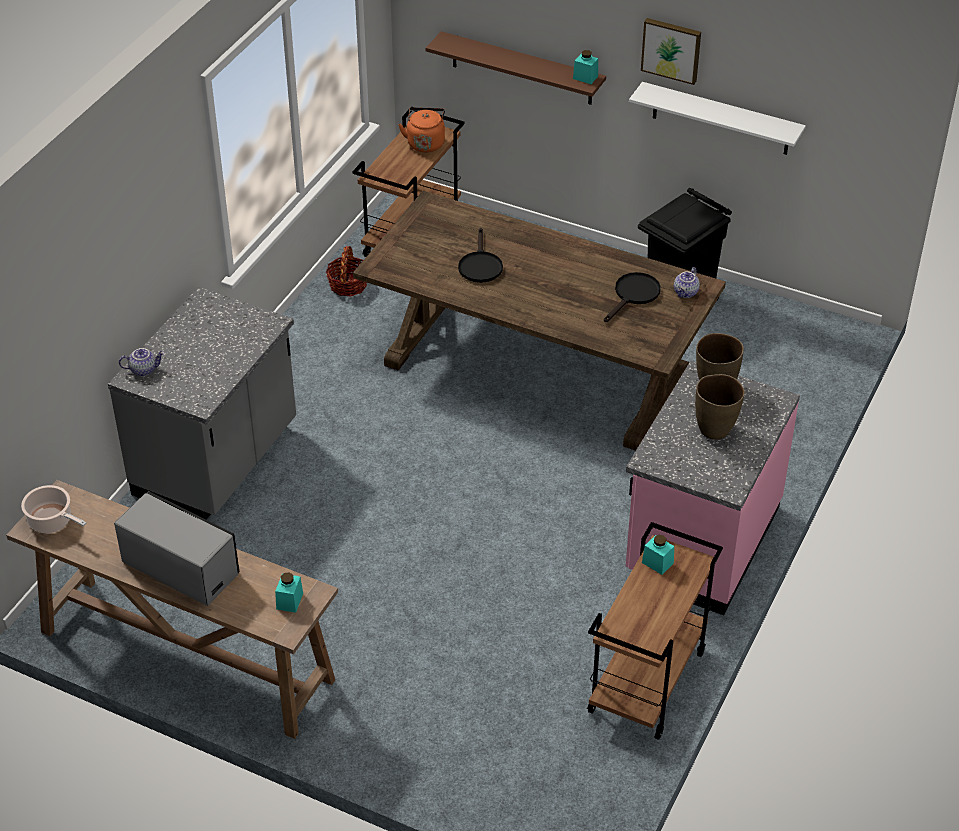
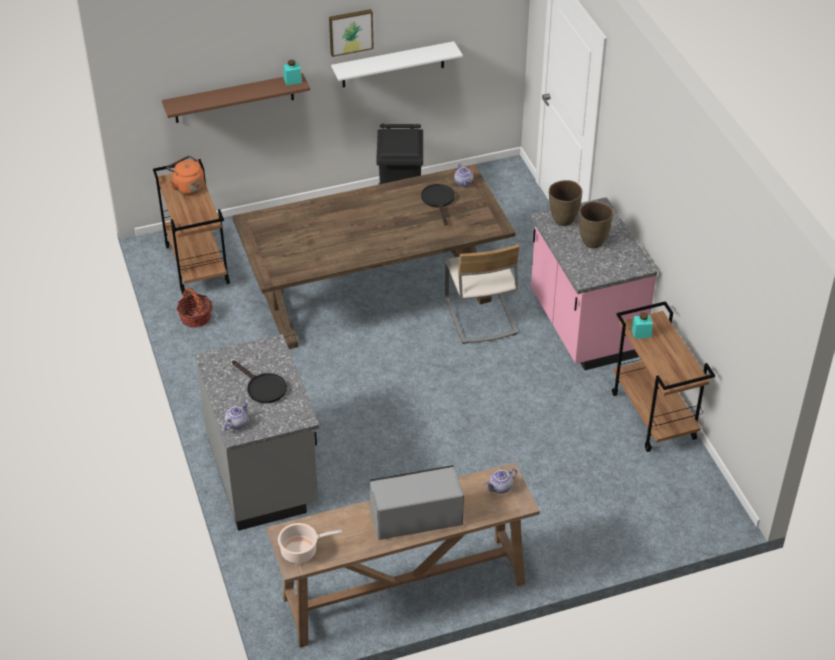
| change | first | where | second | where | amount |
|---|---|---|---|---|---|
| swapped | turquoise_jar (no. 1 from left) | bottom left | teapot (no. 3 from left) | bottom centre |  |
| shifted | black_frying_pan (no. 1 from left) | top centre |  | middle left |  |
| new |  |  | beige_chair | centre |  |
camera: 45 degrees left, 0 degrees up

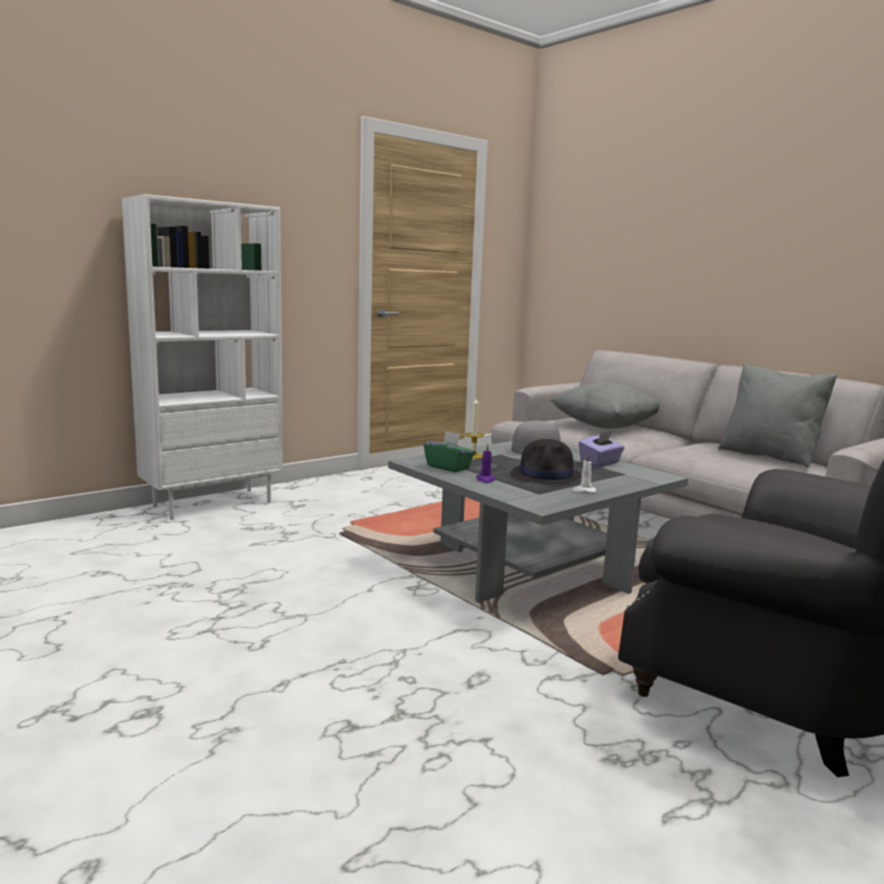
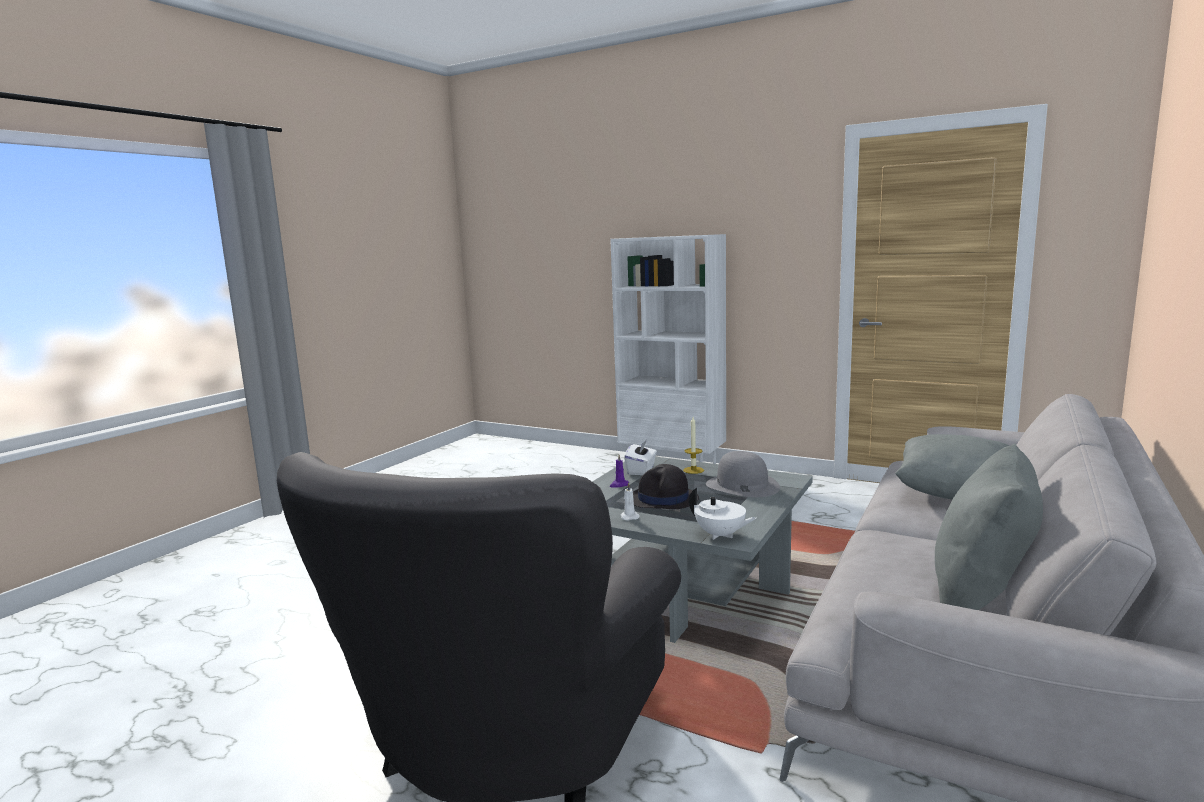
| change | first | where | second | where | amount |
|---|---|---|---|---|---|
| repainted | green_tissue_box | centre | white_tissue_box | centre |  |
| gone | purple_tissue_box | middle right |  |  |  |
| new |  |  | white_teapot | centre |  |
camera: 70 degrees right, 0 degrees up

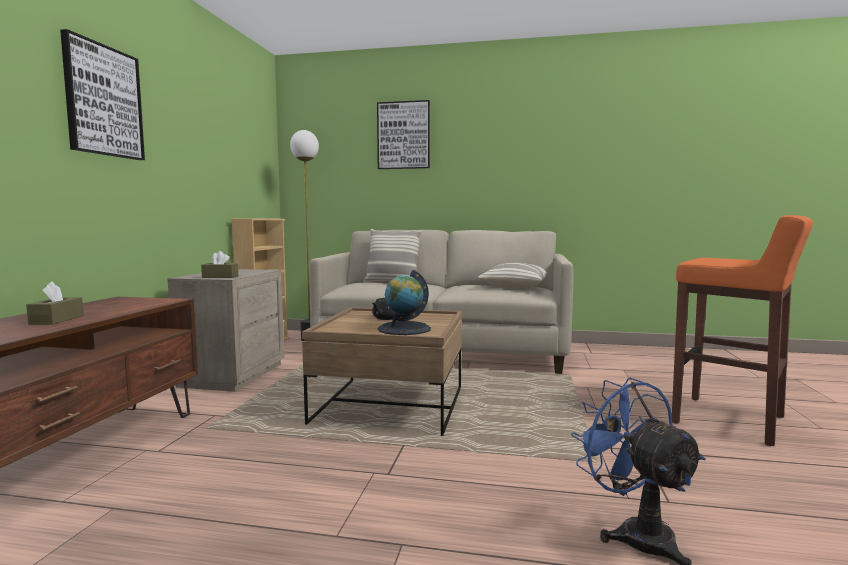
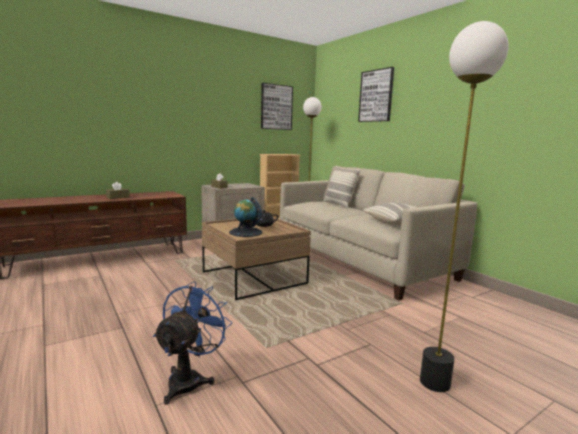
| change | first | where | second | where | amount |
|---|---|---|---|---|---|
| shifted | picture (no. 1 from left) | top left |  | top centre |  |
| swapped | orange_stool | middle right | floor_lamp (no. 2 from left) | middle right |  |
camera: 45 degrees right, 5 degrees up

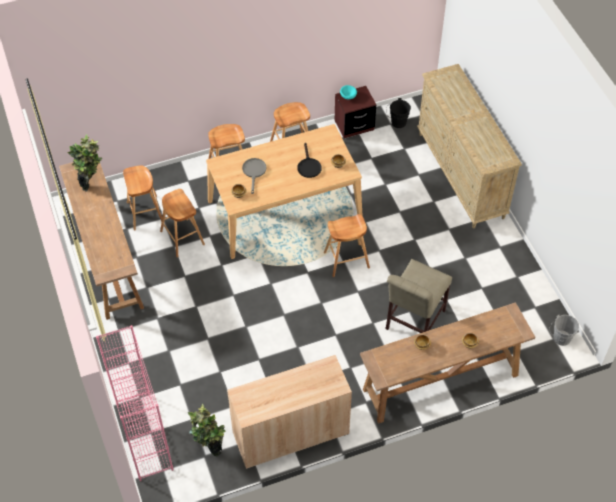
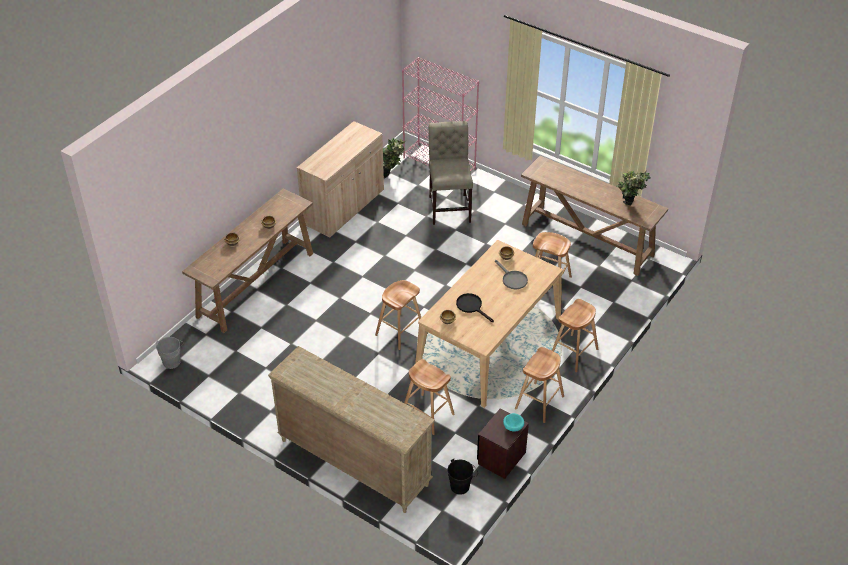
| change | first | where | second | where | amount |
|---|---|---|---|---|---|
| shifted | brown_stool (no. 1 from left in the first image) | middle left | brown_stool (no. 2 from left) | bottom centre |  |
| shifted | beige_chair | middle right |  | top centre |  |
camera: 145 degrees right, 10 degrees down

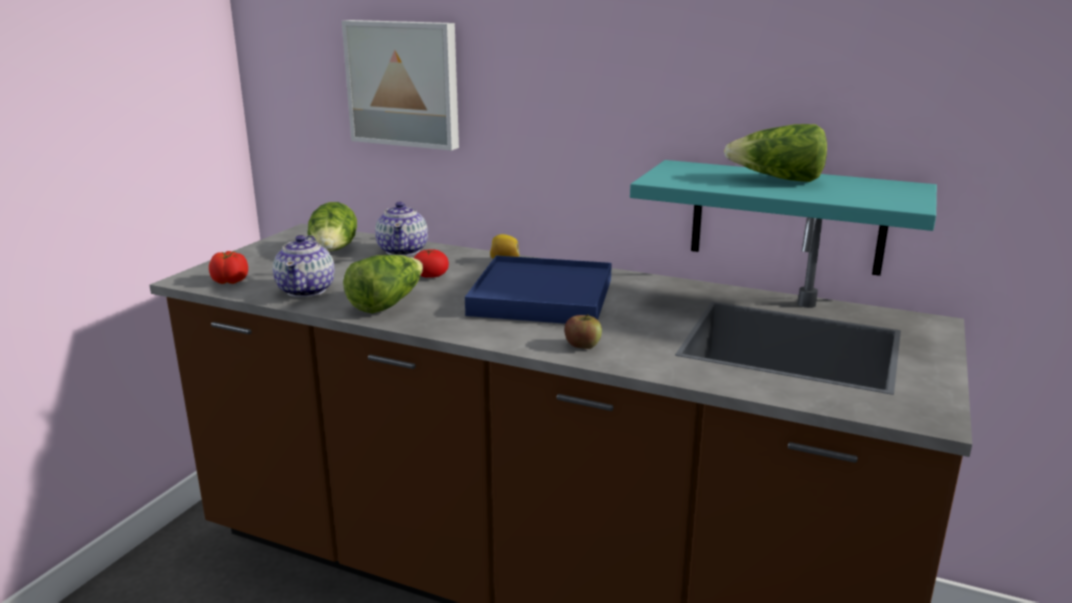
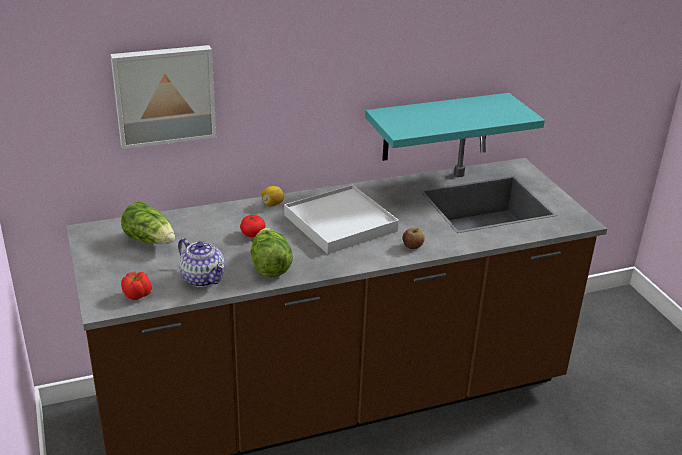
| change | first | where | second | where | amount |
|---|---|---|---|---|---|
| gone | teapot (no. 2 from left) | centre |  |  |  |
| repainted | blue_tray | centre | white_tray | centre |  |
| gone | lettuce (no. 3 from left) | top right |  |  |  |
camera: 45 degrees left, 10 degrees up

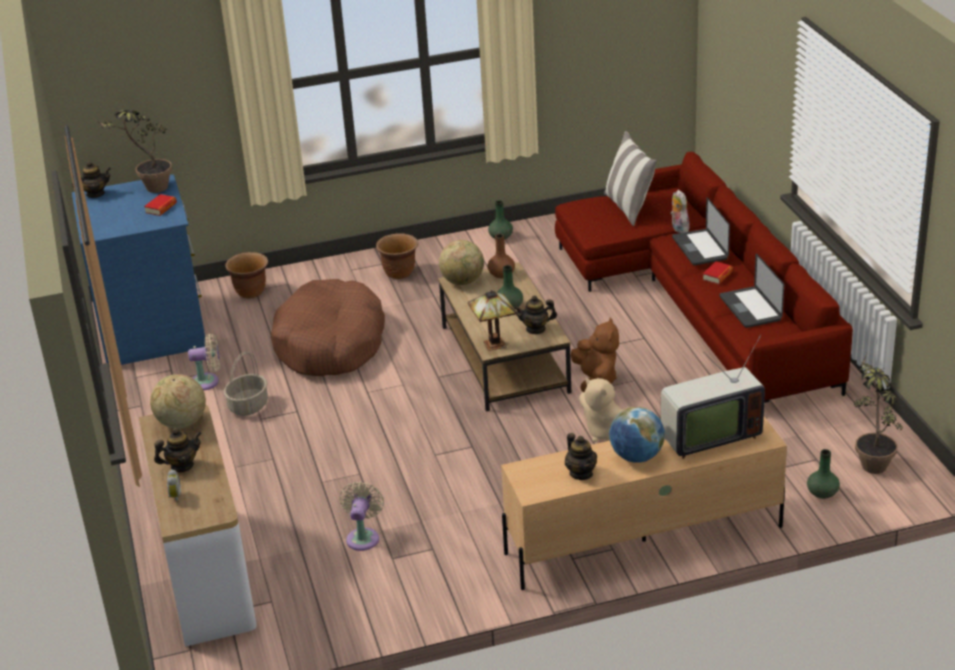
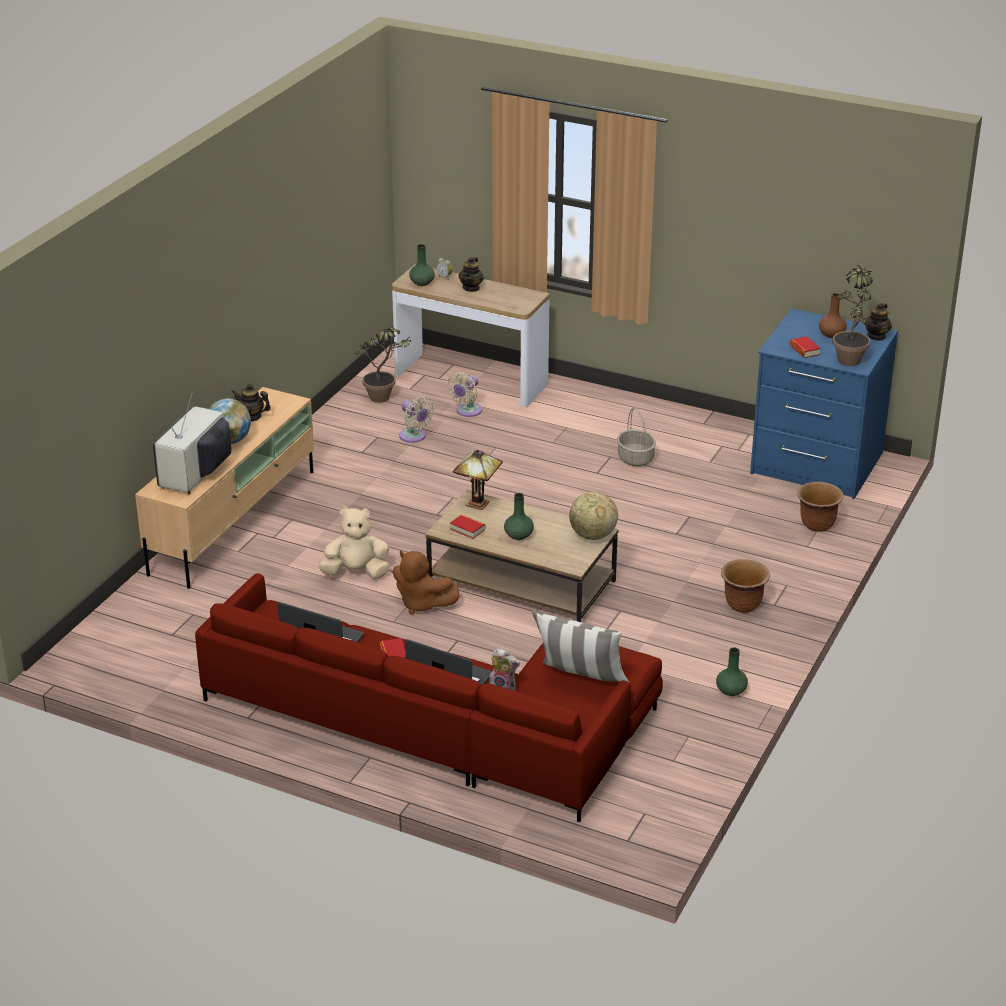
| change | first | where | second | where | amount |
|---|---|---|---|---|---|
| gone | globe (no. 1 from left) | middle left |  |  |  |
| shifted | beige_fan (no. 1 from left in the first image) | middle left | beige_fan (no. 2 from left) | centre |  |
| gone | brown_dog_bed | centre |  |  |  |
| shifted | brown_vase | centre |  | top right |  |
| swapped | teapot (no. 3 from left) | centre | book (no. 2 from left) | centre |  |
| shifted | green_vase (no. 3 from left in the first image) | bottom right | green_vase (no. 1 from left) | top centre |  |
| shifted | potted_plant (no. 2 from left in the first image) | middle right | potted_plant (no. 1 from left) | centre |  |
camera: 130 degrees right, 0 degrees up

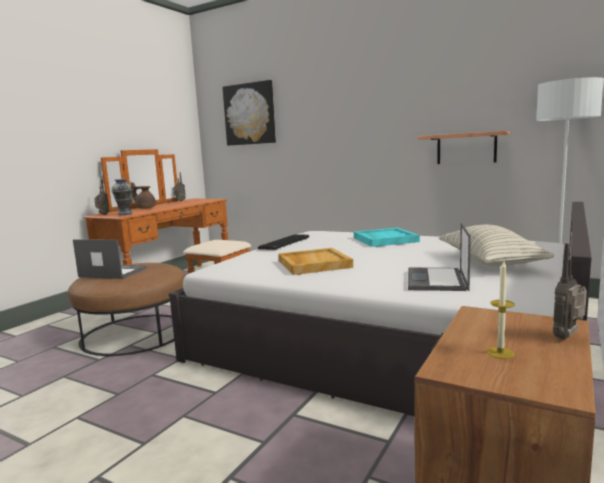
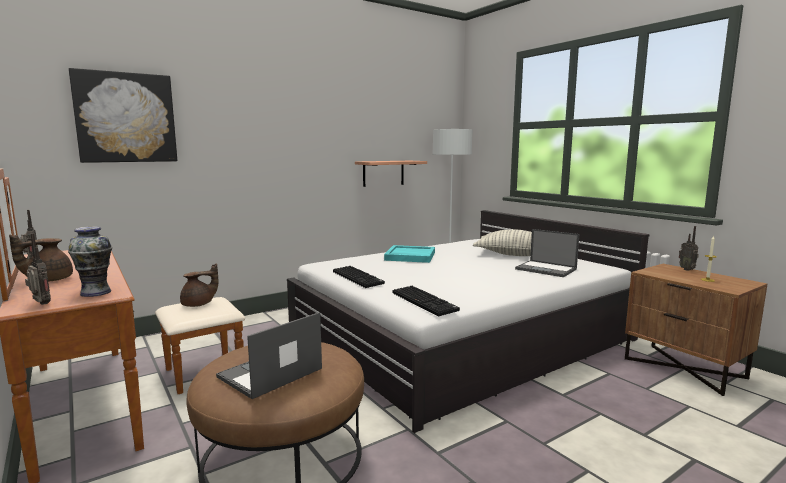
| change | first | where | second | where | amount |
|---|---|---|---|---|---|
| gone | beige_tray | centre |  |  |  |
| new |  |  | brown_teapot (no. 2 from left) | middle left |  |
| new |  |  | keyboard (no. 2 from left) | centre |  |
camera: 65 degrees left, 0 degrees up

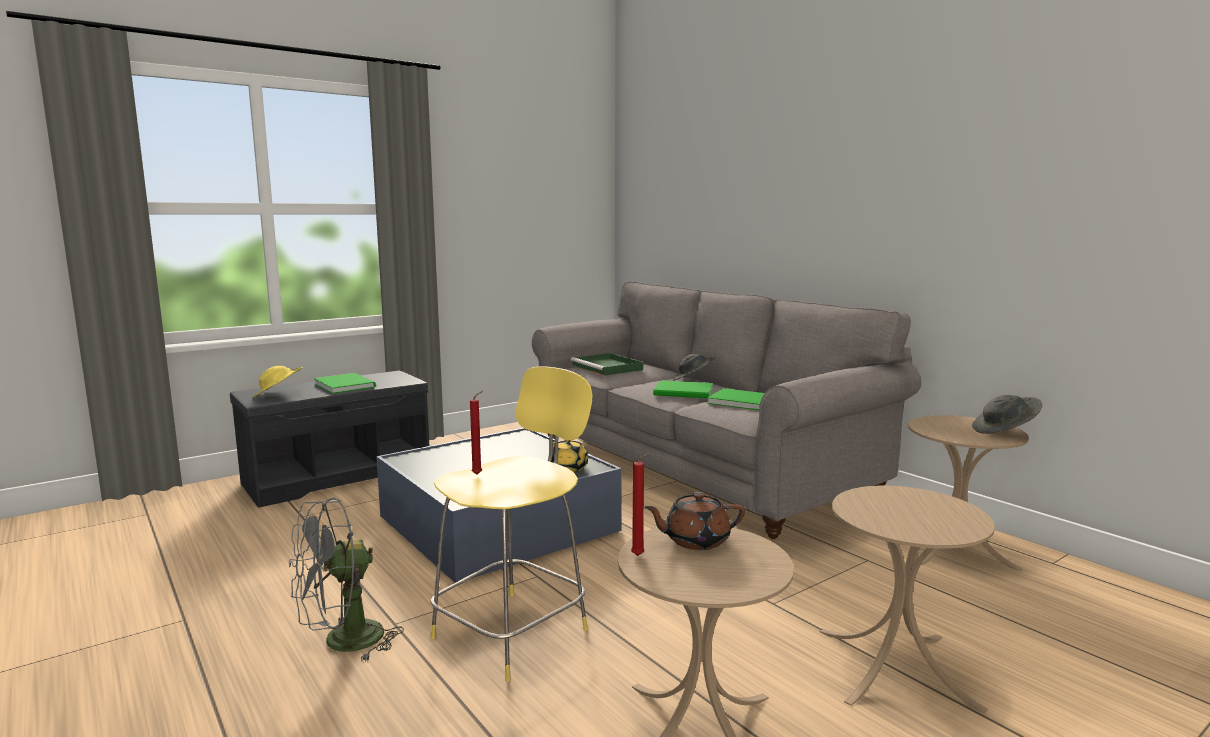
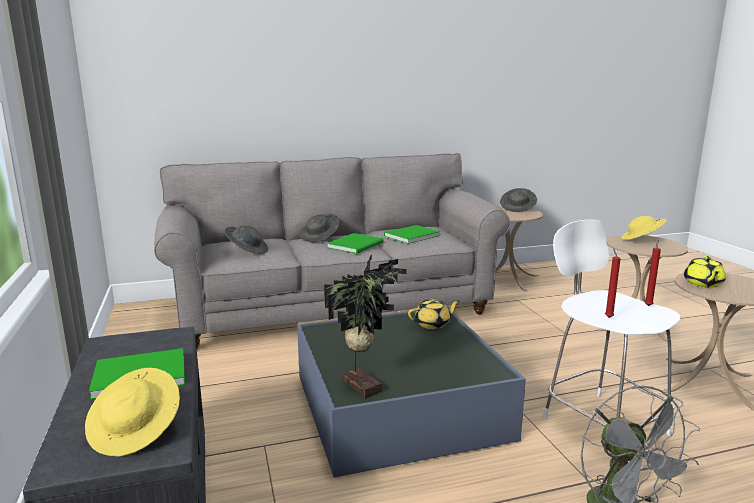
| change | first | where | second | where | amount |
|---|---|---|---|---|---|
| repainted | yellow_stool | bottom centre | white_stool | middle right |  |
| swapped | green_tray | centre | grey_hat (no. 1 from left) | middle left |  |
| shifted | red_candle (no. 2 from left) | bottom centre |  | middle right |  |
| repainted | brown_teapot | bottom centre | yellow_teapot (no. 2 from left) | middle right |  |
| new |  |  | potted_plant | centre |  |
| new |  |  | yellow_hat (no. 2 from left) | middle right |  |
camera: 70 degrees left, 5 degrees up

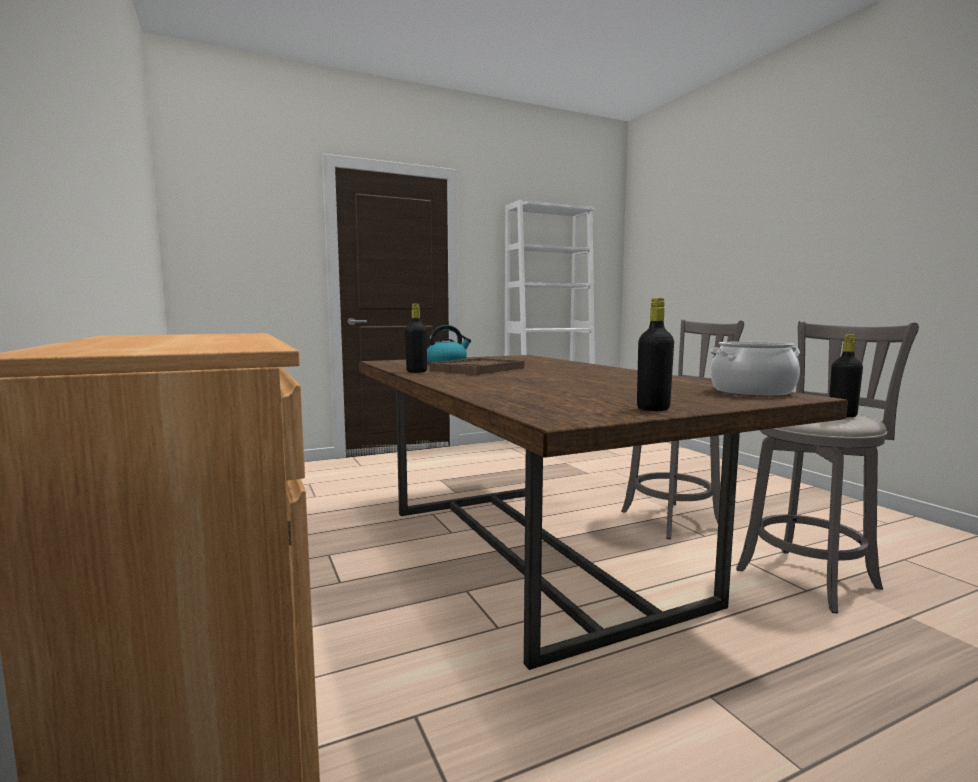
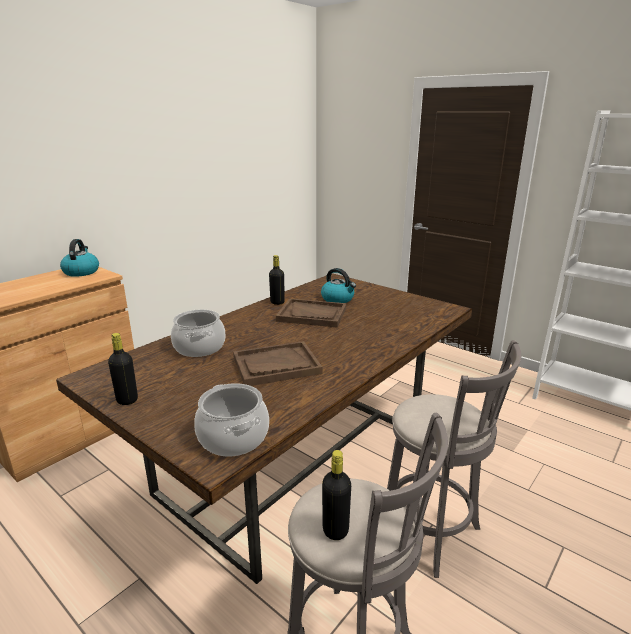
| change | first | where | second | where | amount |
|---|---|---|---|---|---|
| new |  |  | kettle (no. 1 from left) | middle left |  |
| new |  |  | cooking_pot (no. 1 from left) | middle left |  |
| new |  |  | brown_tray (no. 1 from left) | centre |  |
camera: 65 degrees right, 15 degrees up

